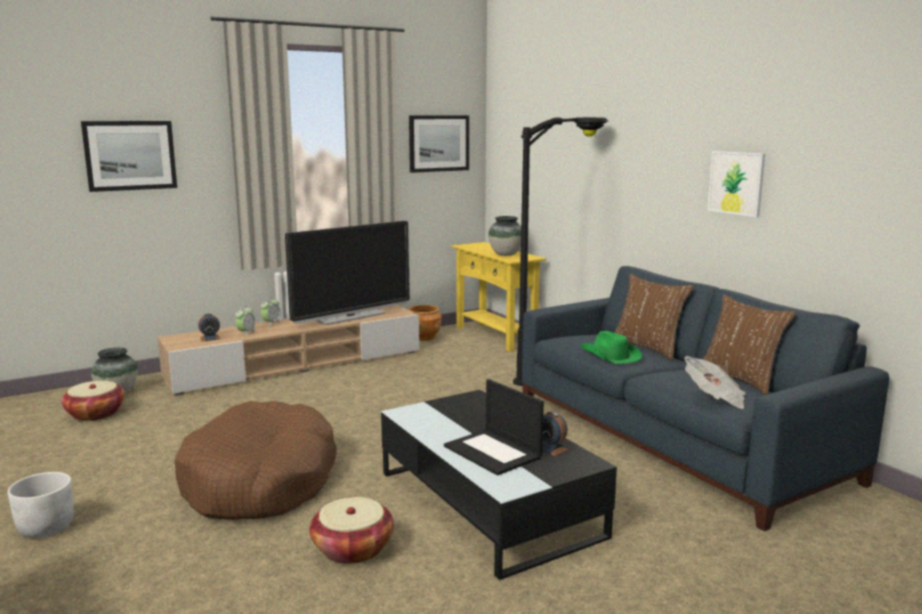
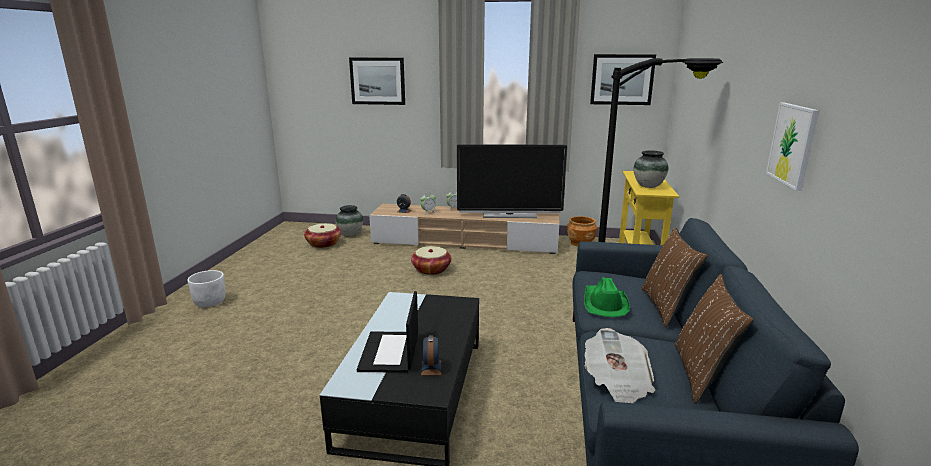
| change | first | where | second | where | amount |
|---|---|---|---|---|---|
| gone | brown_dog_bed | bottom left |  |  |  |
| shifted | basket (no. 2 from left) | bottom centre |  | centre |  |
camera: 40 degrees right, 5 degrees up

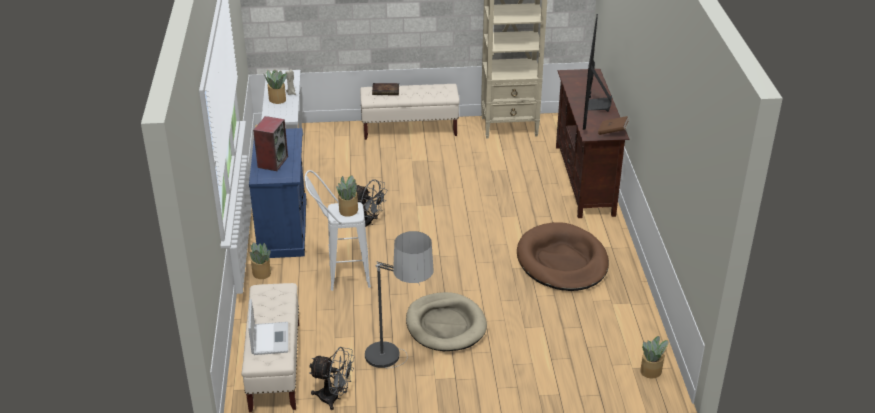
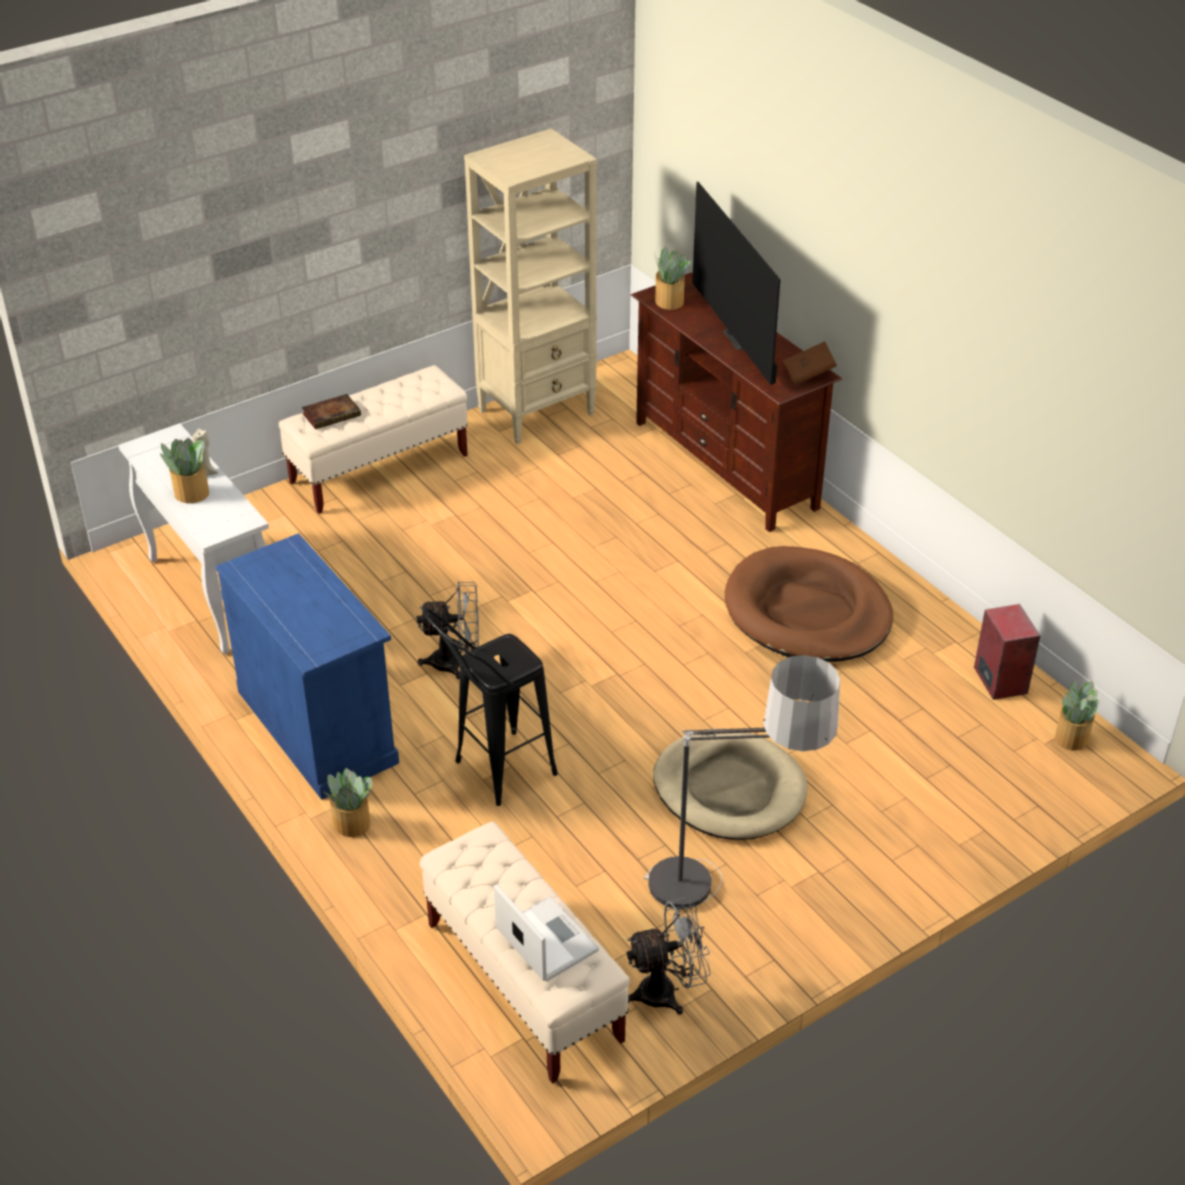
| change | first | where | second | where | amount |
|---|---|---|---|---|---|
| shifted | speaker | middle left |  | middle right |  |
| repainted | white_stool | centre | black_stool | centre |  |
| shifted | potted_plant (no. 3 from left) | centre |  | top centre |  |
camera: 30 degrees left, 5 degrees up

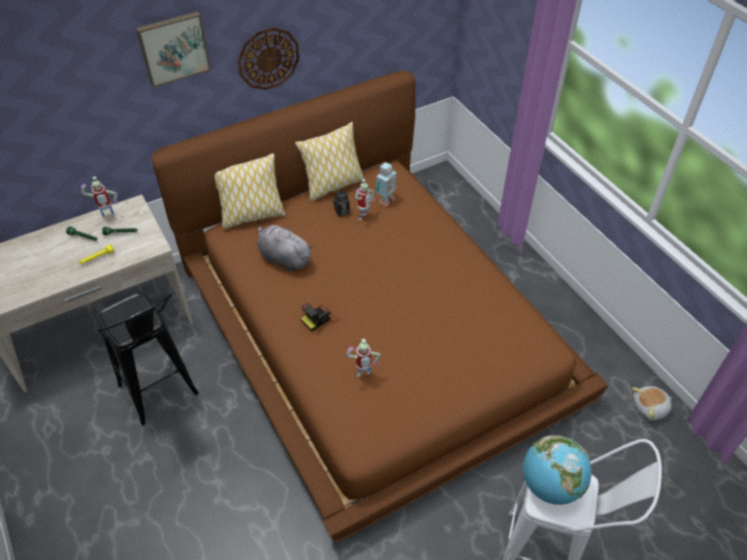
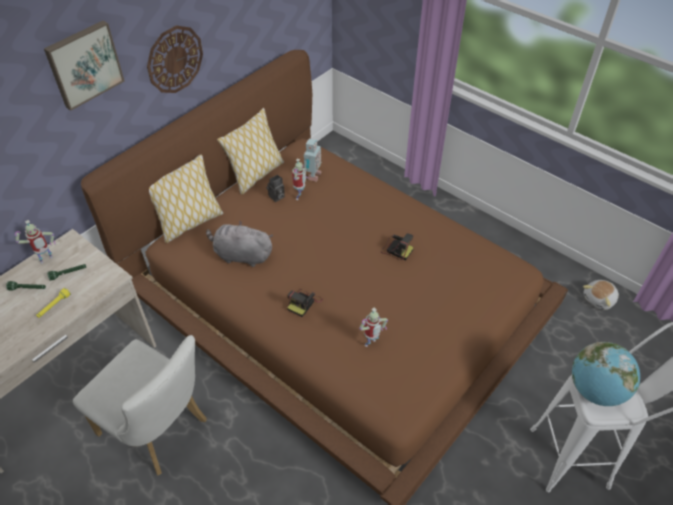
| change | first | where | second | where | amount |
|---|---|---|---|---|---|
| swapped | black_stool | middle left | white_chair | bottom left |  |
| new |  |  | photo_camera (no. 3 from left) | centre |  |
camera: 20 degrees left, 0 degrees up

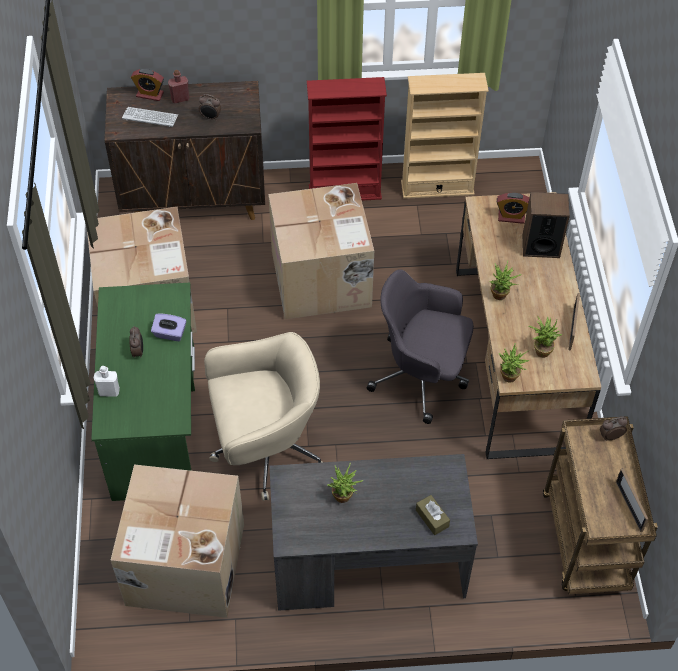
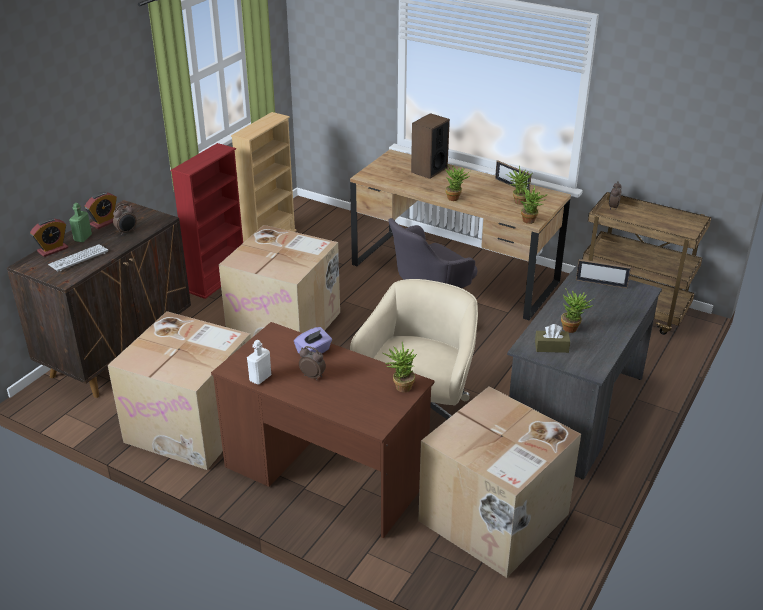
| change | first | where | second | where | amount |
|---|---|---|---|---|---|
| repainted | green_desk | middle left | brown_desk (no. 1 from left) | bottom centre |  |
| shifted | white_bottle | middle left |  | centre |  |
| repainted | red_bottle | top left | green_bottle | middle left |  |
| shifted | brown_tissue_box | bottom centre |  | middle right |  |
| shifted | alarm_clock (no. 4 from left in the first image) | top right | alarm_clock (no. 2 from left) | middle left |  |
| shifted | picture_frame (no. 2 from left) | bottom right |  | middle right |  |
| new |  |  | potted_plant (no. 1 from left) | centre |  |
camera: 55 degrees left, 20 degrees down

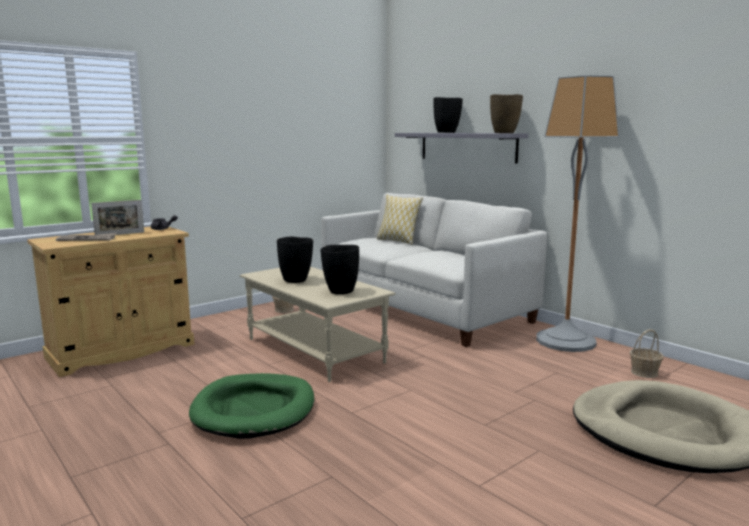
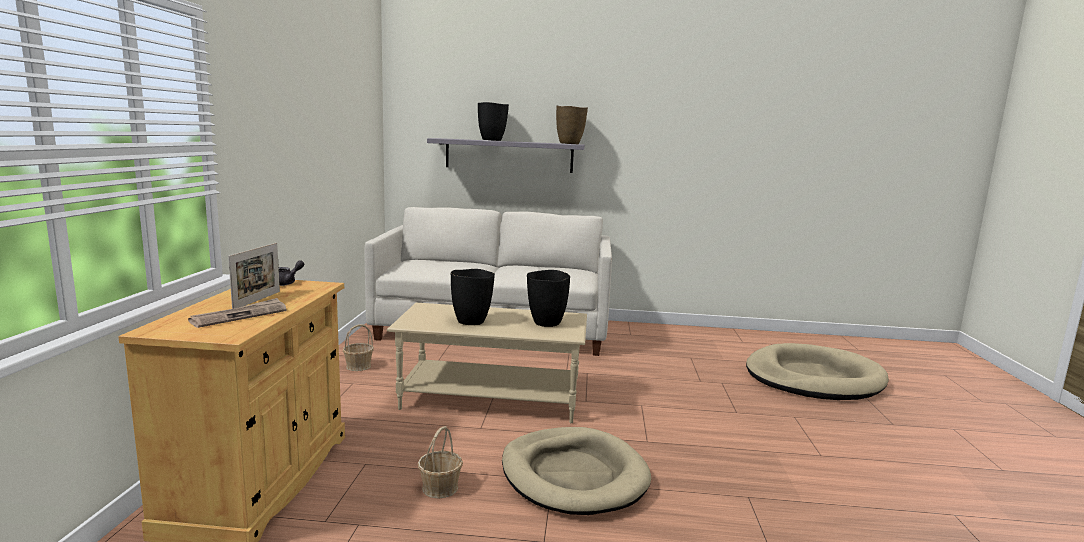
| change | first | where | second | where | amount |
|---|---|---|---|---|---|
| repainted | green_dog_bed | bottom centre | beige_dog_bed (no. 1 from left) | bottom centre |  |
| gone | pillow | centre |  |  |  |
| gone | floor_lamp | middle right |  |  |  |
| shifted | basket (no. 2 from left) | bottom right |  | bottom centre |  |
camera: 45 degrees left, 0 degrees up

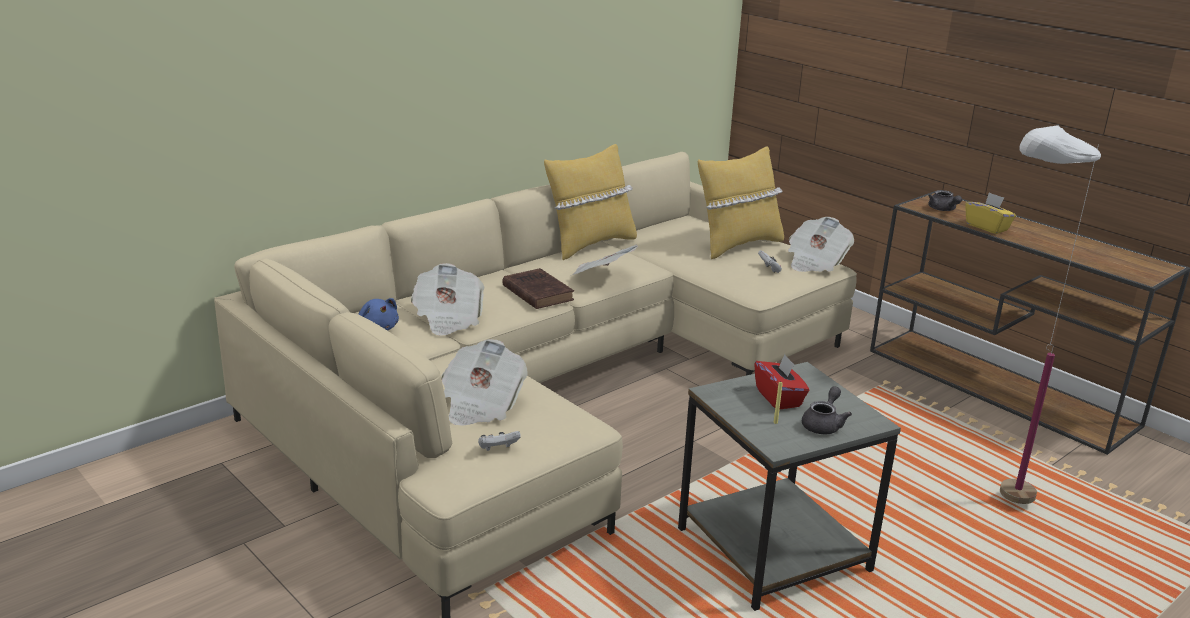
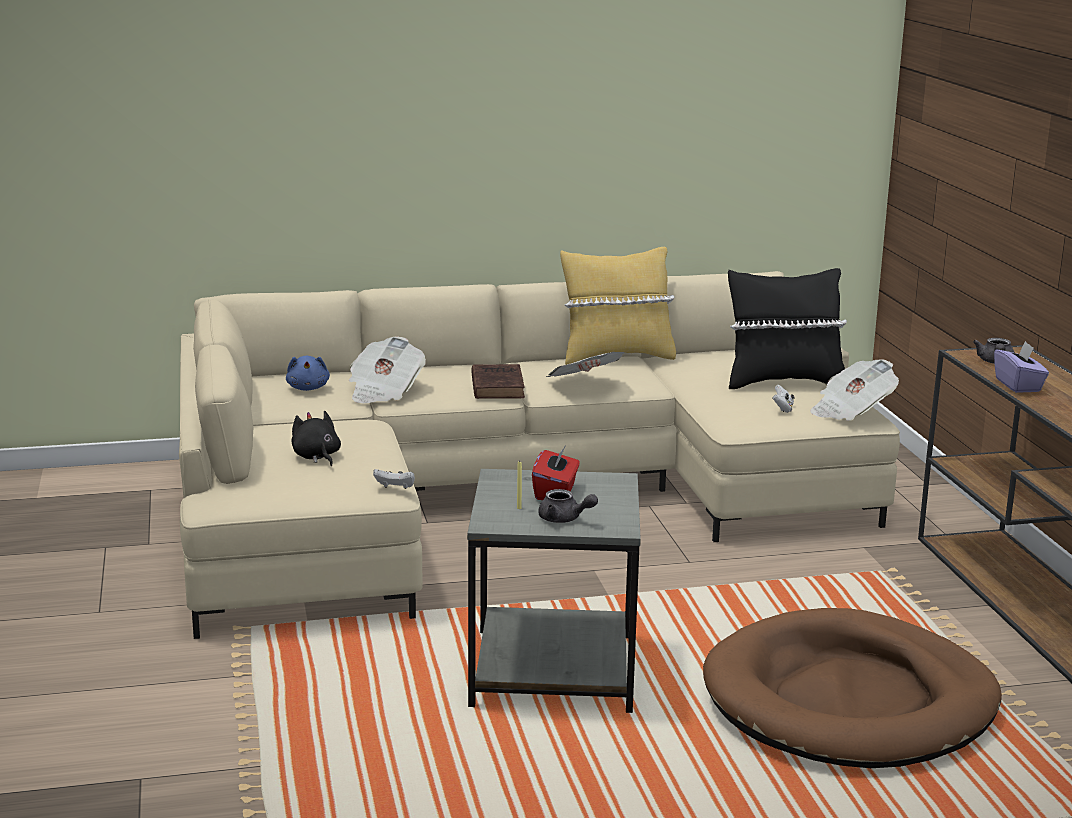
| change | first | where | second | where | amount |
|---|---|---|---|---|---|
| swapped | newspaper (no. 2 from left) | centre | black_plush_toy | middle left |  |
| shifted | white_game_controller (no. 1 from left) | bottom centre |  | centre |  |
| repainted | yellow_pillow (no. 2 from left) | top centre | black_pillow | middle right |  |
| rotated | grey_teapot (no. 1 from left) | middle right |  | centre | 60 degrees clockwise |
| repainted | yellow_tissue_box | middle right | purple_tissue_box | middle right |  |
| swapped | white_floor_lamp | middle right | brown_dog_bed | bottom right |  |
camera: 30 degrees right, 5 degrees down

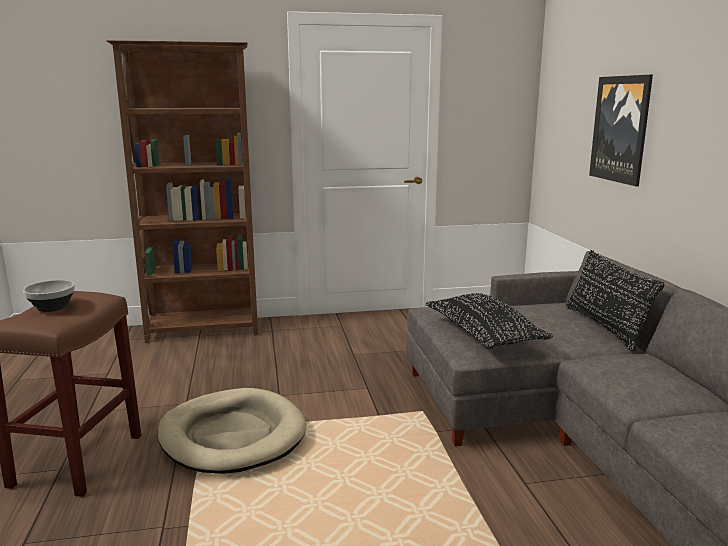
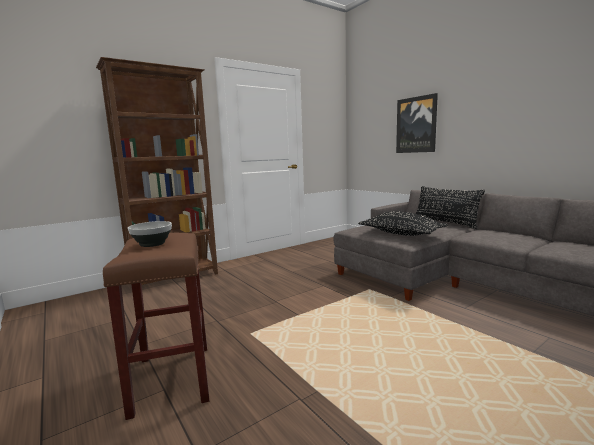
| change | first | where | second | where | amount |
|---|---|---|---|---|---|
| gone | beige_dog_bed | bottom left |  |  |  |
camera: 25 degrees left, 5 degrees down

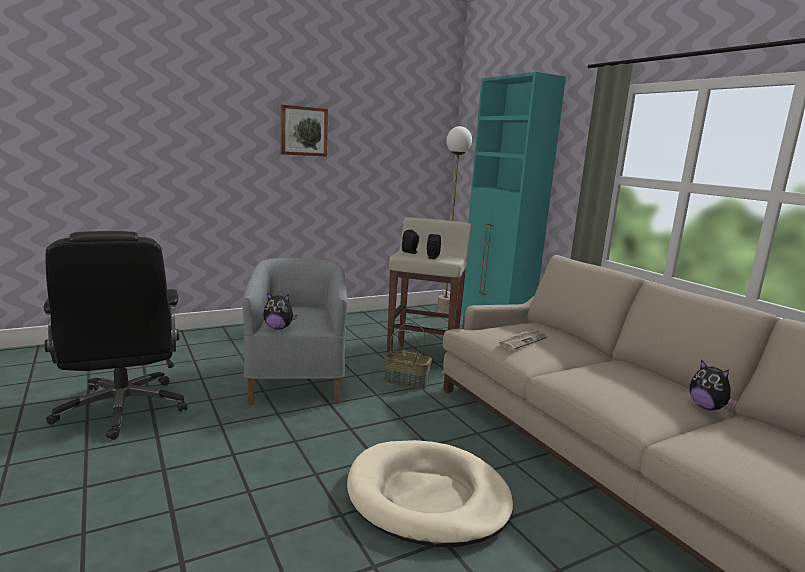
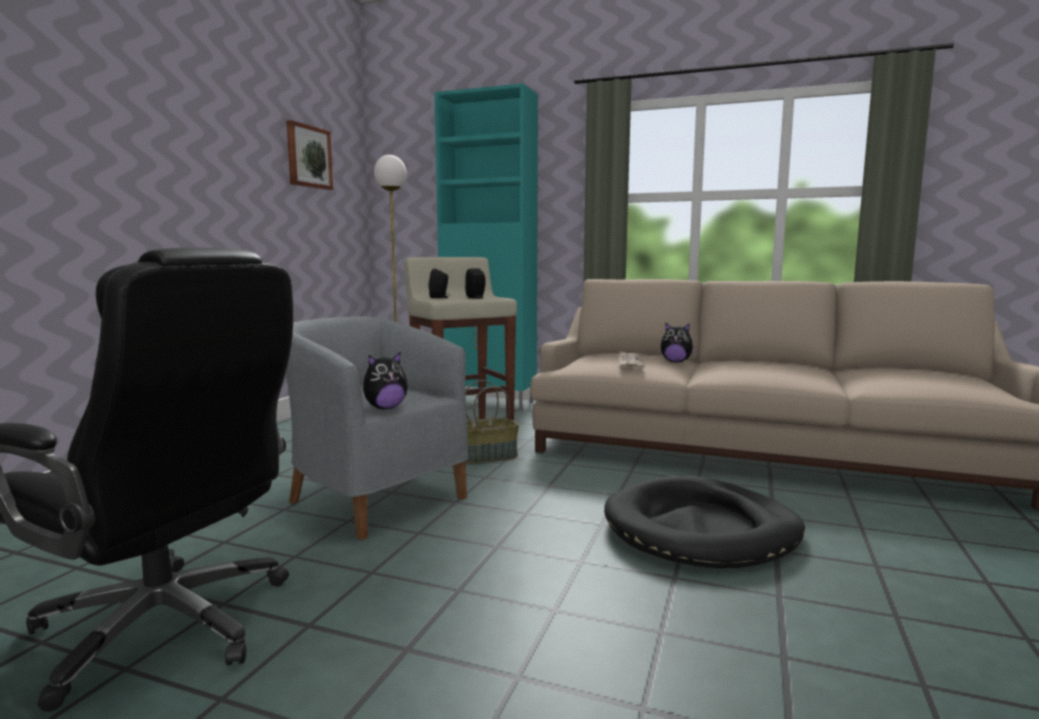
| change | first | where | second | where | amount |
|---|---|---|---|---|---|
| shifted | picture | top centre |  | top left |  |
| repainted | beige_dog_bed | bottom centre | black_dog_bed | bottom right |  |
| shifted | plush_toy (no. 2 from left) | bottom right |  | centre |  |
camera: 40 degrees left, 5 degrees down

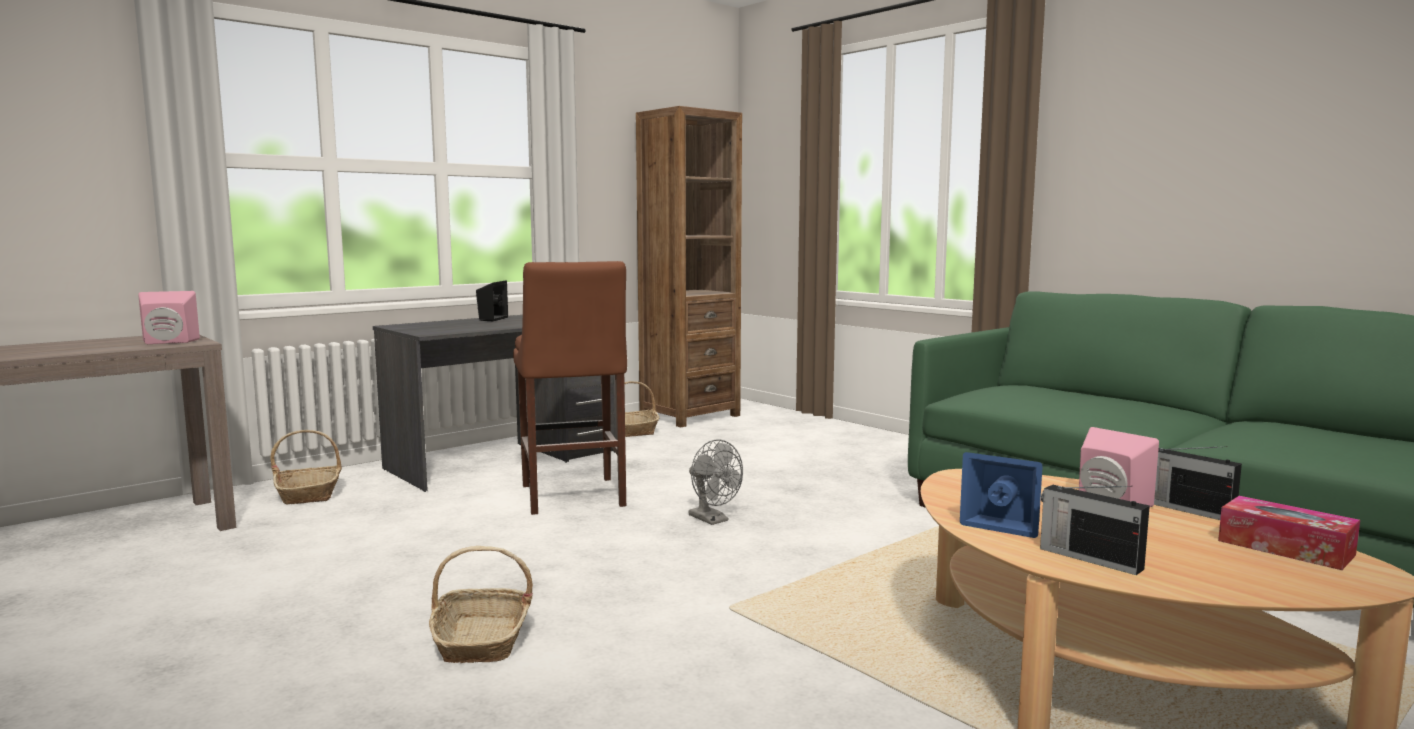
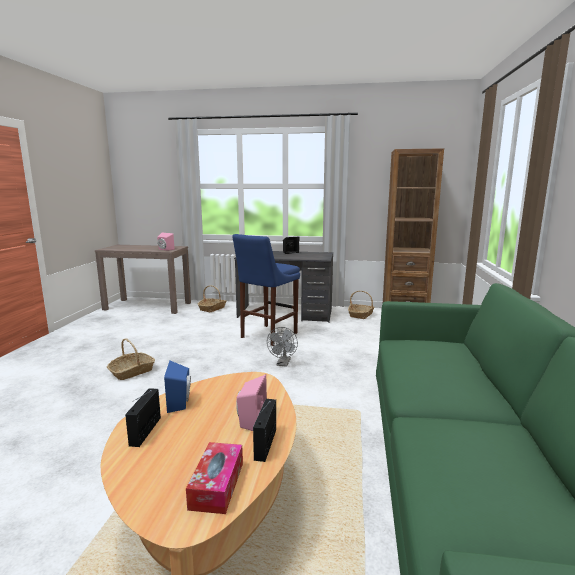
| change | first | where | second | where | amount |
|---|---|---|---|---|---|
| repainted | brown_stool | centre | blue_stool | centre |  |
camera: 50 degrees right, 5 degrees up

